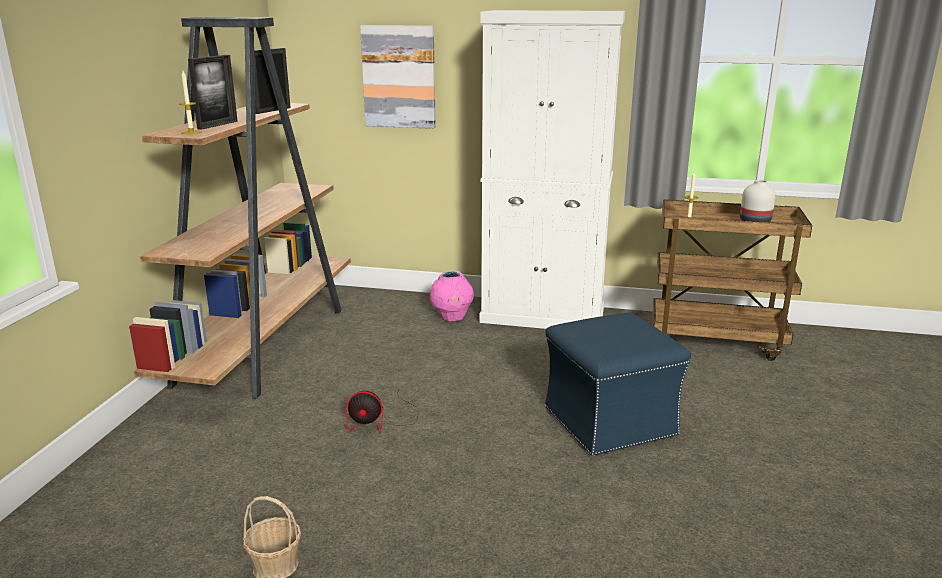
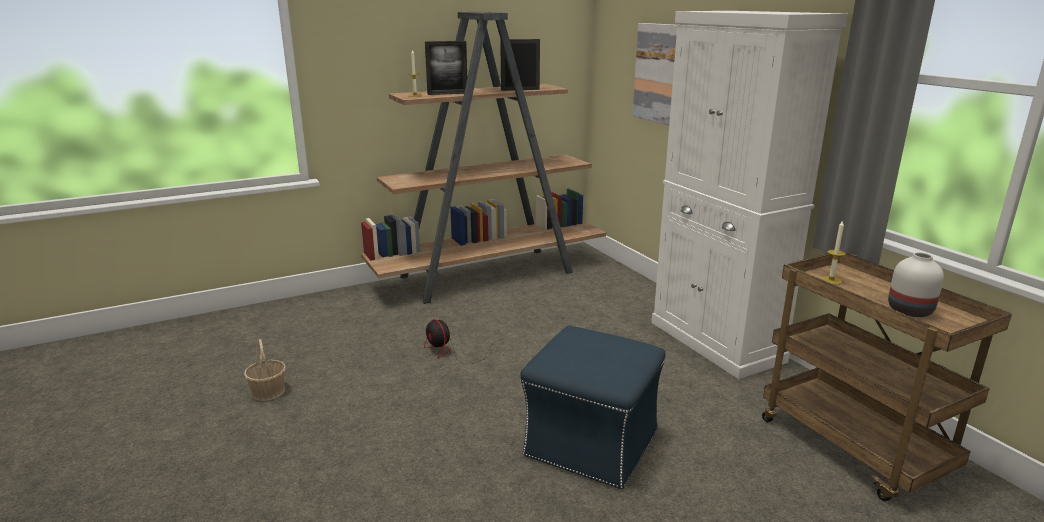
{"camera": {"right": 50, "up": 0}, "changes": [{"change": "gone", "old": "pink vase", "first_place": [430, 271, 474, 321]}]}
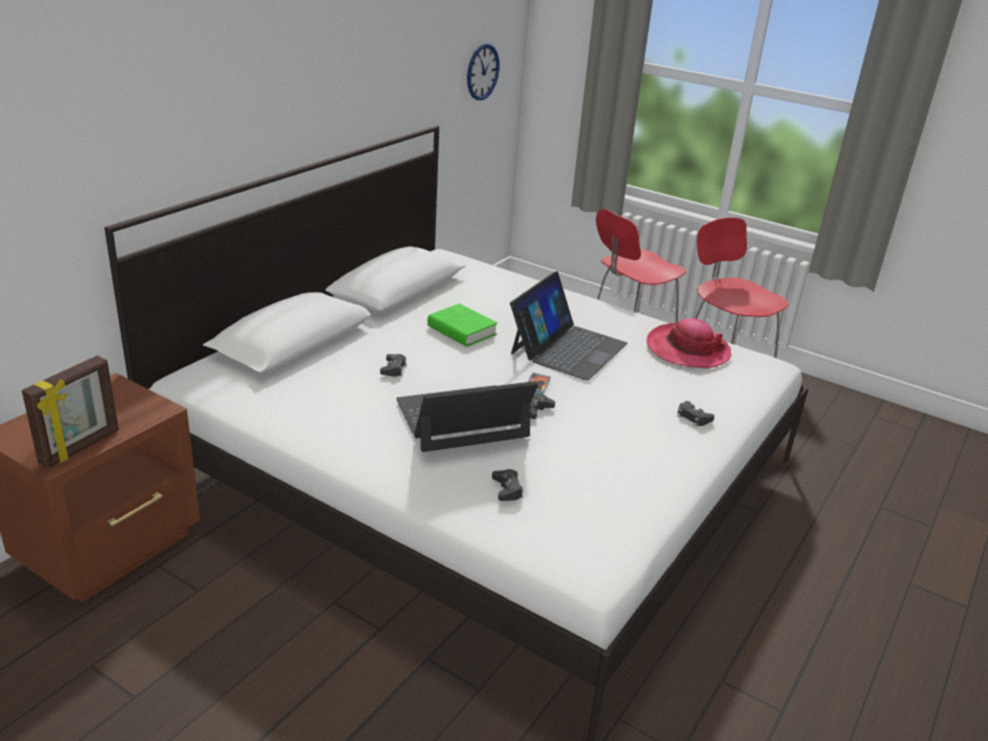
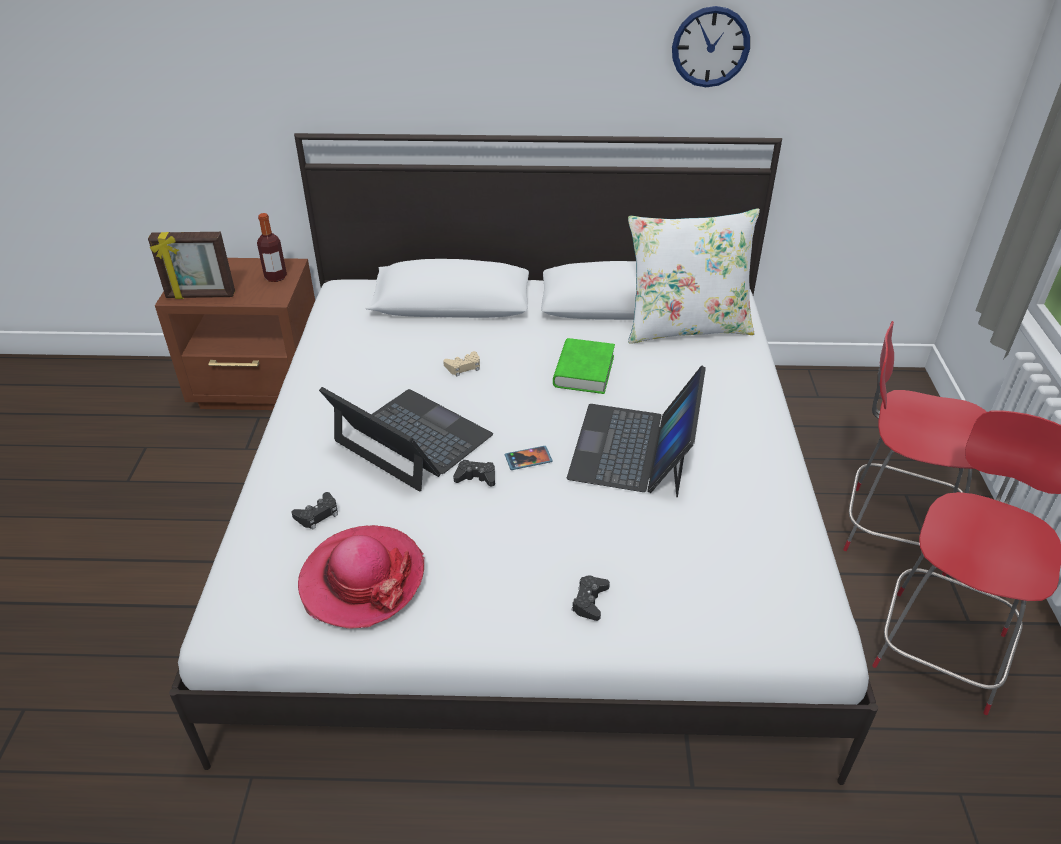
{"camera": {"right": 60, "up": 10}, "changes": [{"change": "repainted", "old": "black game controller", "new": "beige game controller", "first_place": [380, 354, 407, 377], "second_place": [443, 351, 480, 377]}, {"change": "shifted", "old": "wall clock", "first_place": [467, 44, 500, 100], "second_place": [672, 6, 750, 87]}, {"change": "rotated", "old": "laptop", "first_place": [510, 271, 627, 380], "second_place": [567, 366, 706, 498], "degrees": 105}, {"change": "shifted", "old": "hat", "first_place": [647, 318, 732, 369], "second_place": [298, 525, 424, 629]}, {"change": "new", "new": "bottle", "second_place": [257, 213, 287, 282]}, {"change": "new", "new": "white pillow", "second_place": [628, 208, 760, 344]}]}
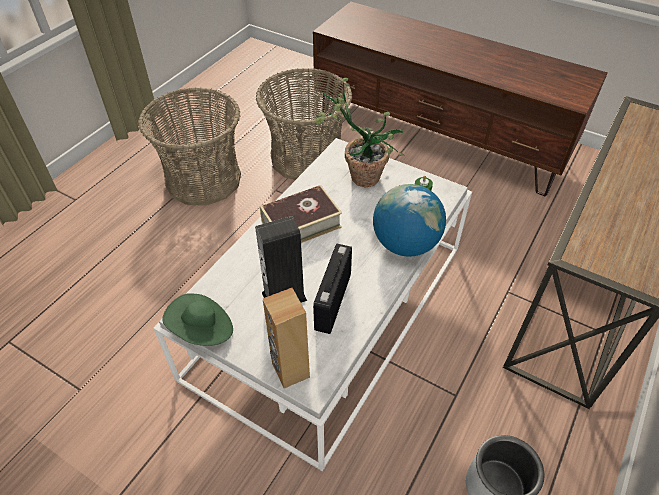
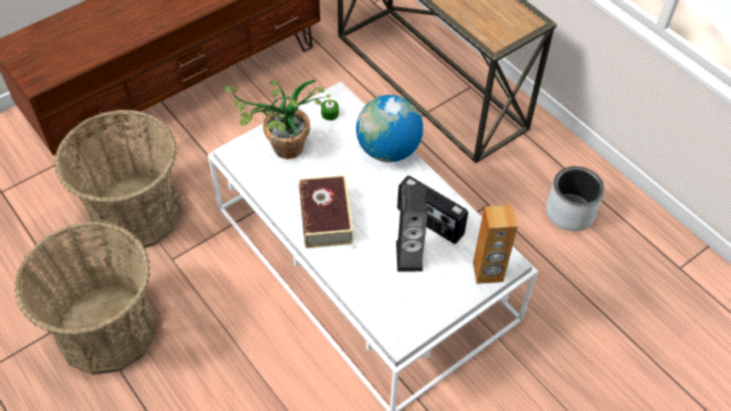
{"camera": {"right": -70, "up": 5}, "changes": [{"change": "gone", "old": "green hat", "first_place": [162, 293, 233, 346]}]}
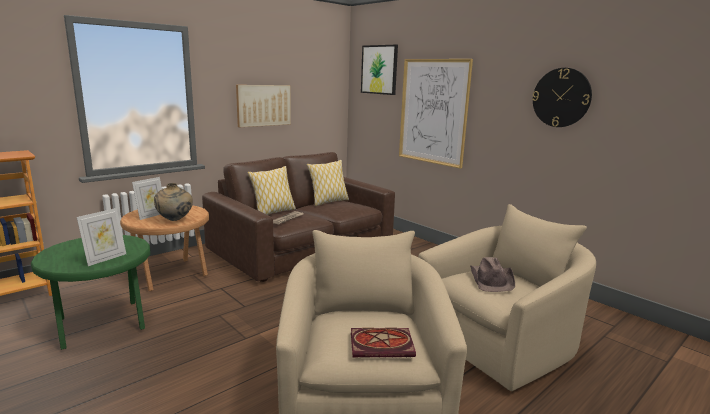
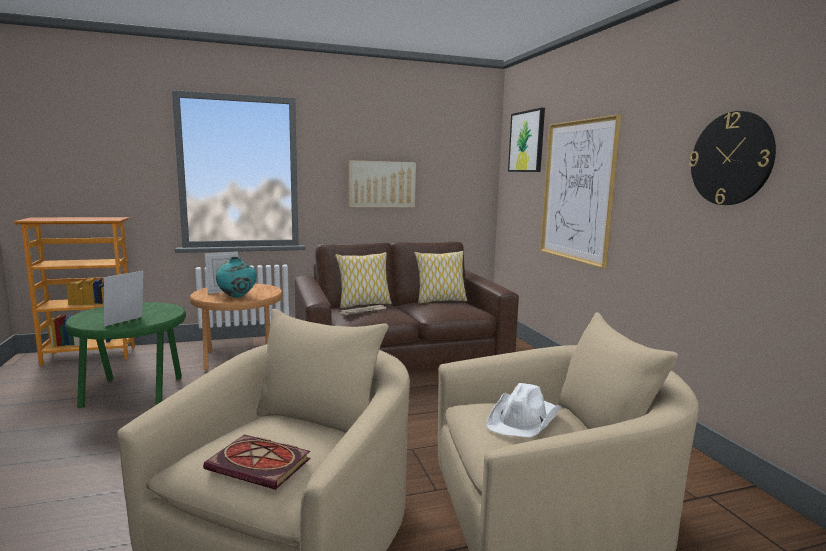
{"camera": {"right": 25, "up": -5}, "changes": [{"change": "rotated", "old": "picture frame", "first_place": [77, 208, 126, 266], "second_place": [104, 271, 143, 326], "degrees": 150}, {"change": "repainted", "old": "beige vase", "new": "turquoise vase", "first_place": [154, 183, 193, 221], "second_place": [216, 257, 257, 298]}, {"change": "repainted", "old": "brown hat", "new": "white hat", "first_place": [470, 257, 515, 292], "second_place": [486, 383, 562, 437]}]}
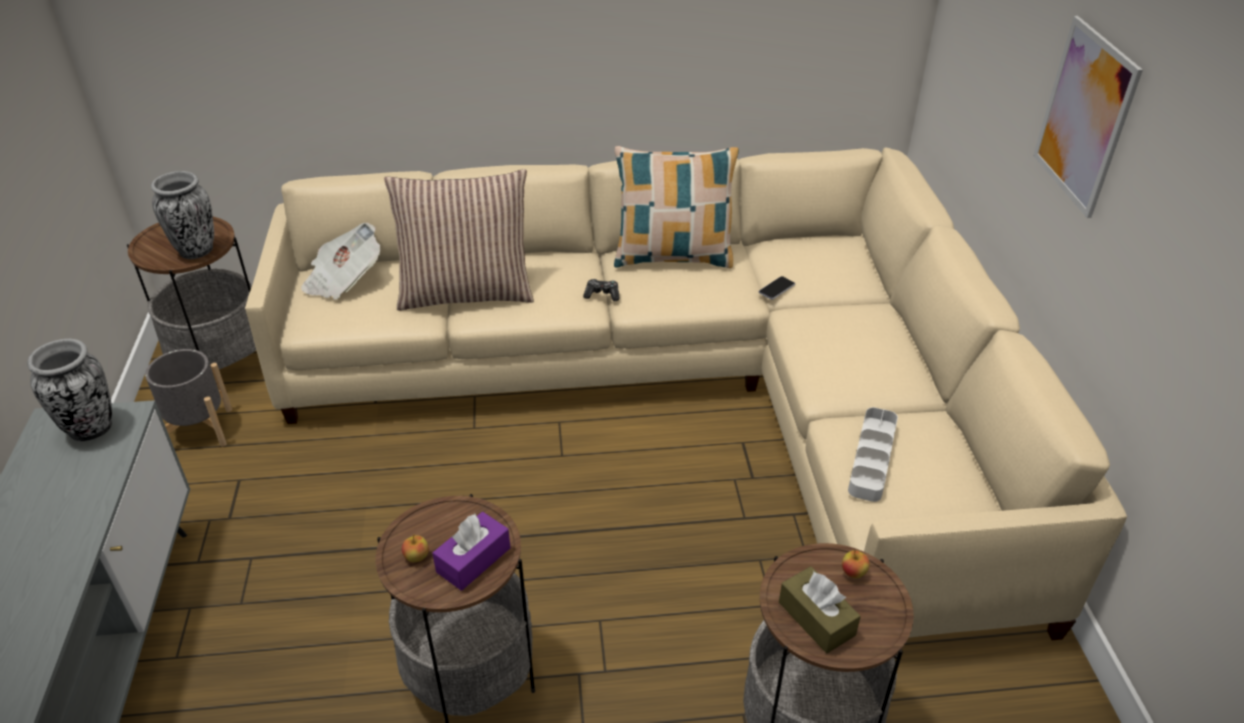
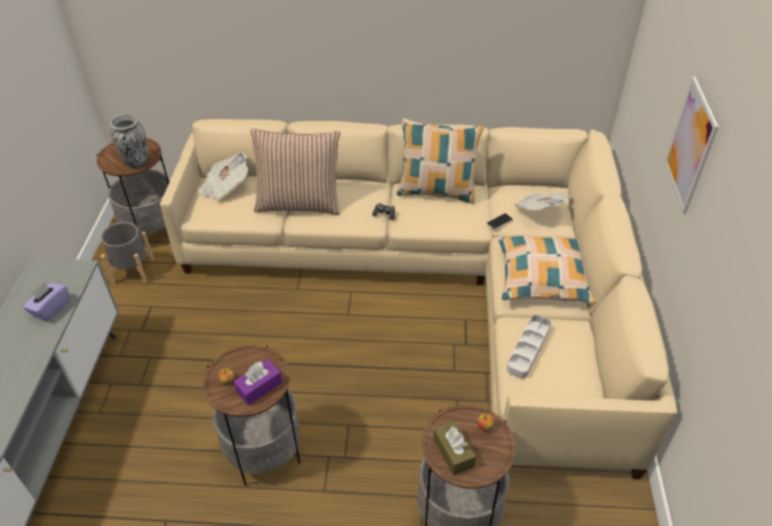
{"camera": {"right": 10, "up": 5}, "changes": [{"change": "gone", "old": "vase", "first_place": [27, 339, 112, 441]}, {"change": "new", "new": "purple tissue box", "second_place": [23, 282, 69, 321]}, {"change": "new", "new": "pillow", "second_place": [498, 236, 595, 304]}, {"change": "new", "new": "newspaper", "second_place": [513, 193, 571, 210]}]}
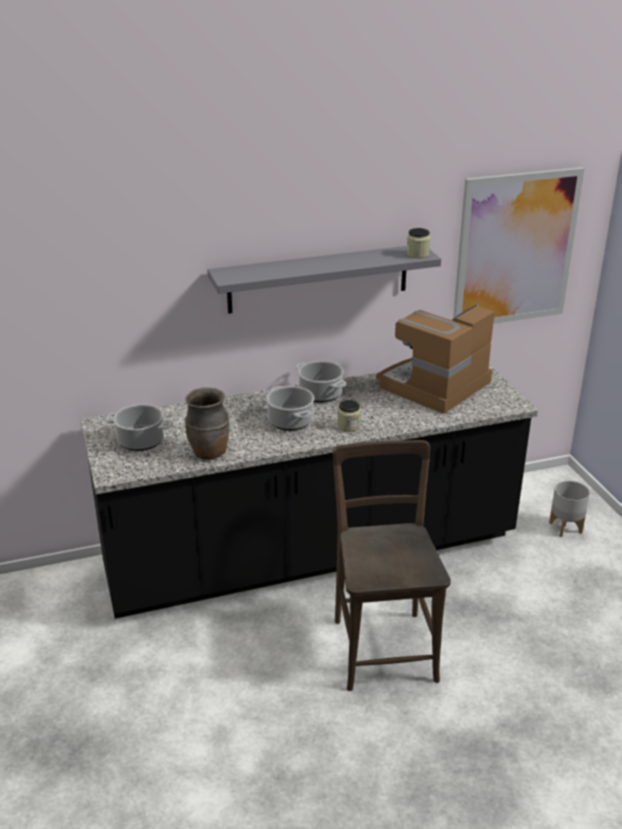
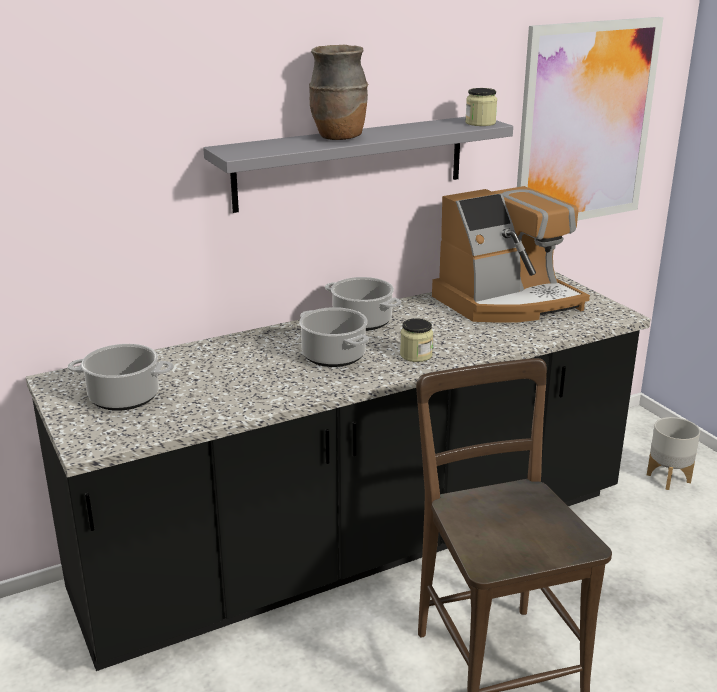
{"camera": {"right": -10, "up": -5}, "changes": [{"change": "shifted", "old": "brown vase", "first_place": [185, 387, 229, 460], "second_place": [309, 45, 368, 140]}, {"change": "rotated", "old": "coffee machine", "first_place": [376, 304, 495, 414], "second_place": [432, 186, 590, 323], "degrees": -150}]}
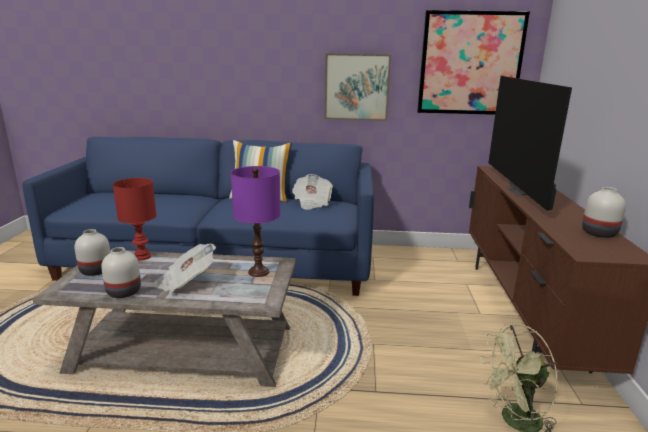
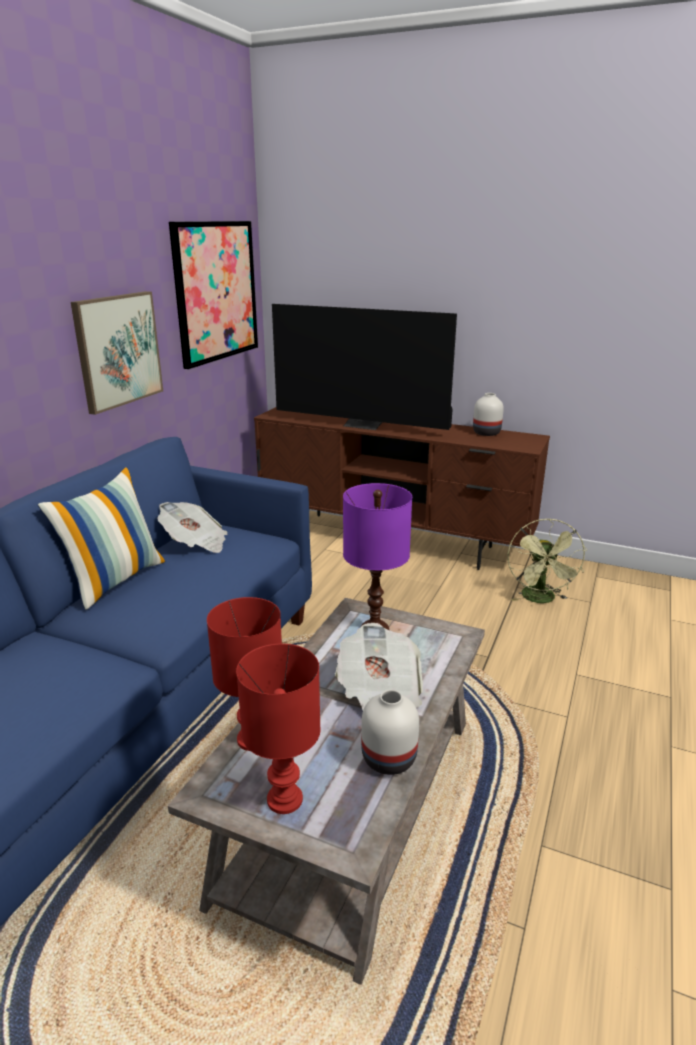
{"camera": {"right": -70, "up": 5}, "changes": [{"change": "swapped", "old": "white vase", "new": "red table lamp", "first_place": [74, 229, 111, 276], "second_place": [236, 644, 321, 814]}]}
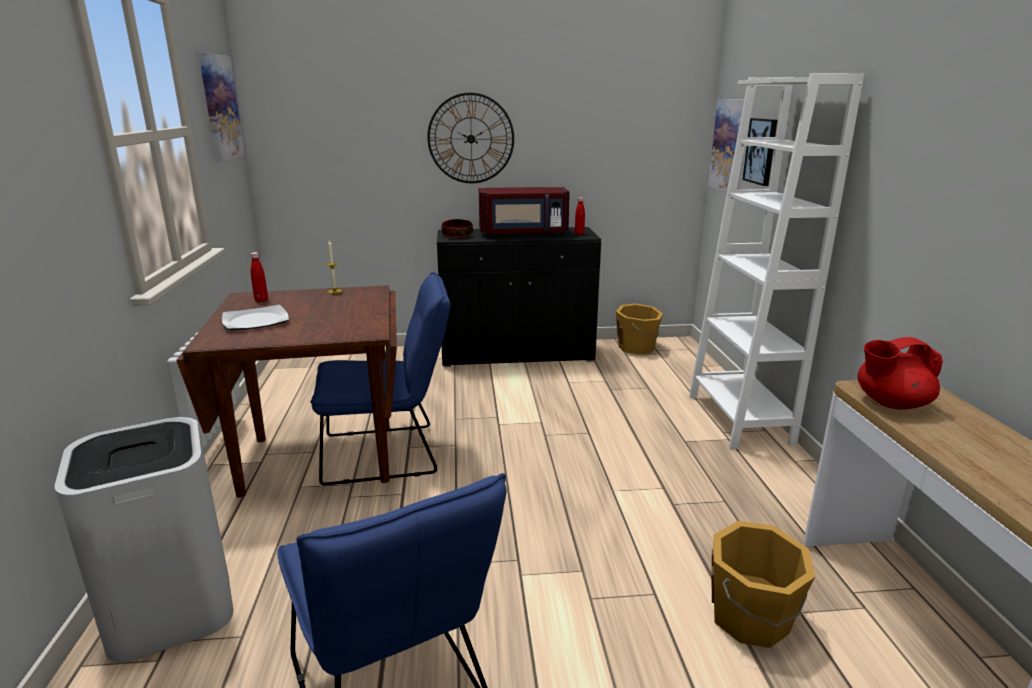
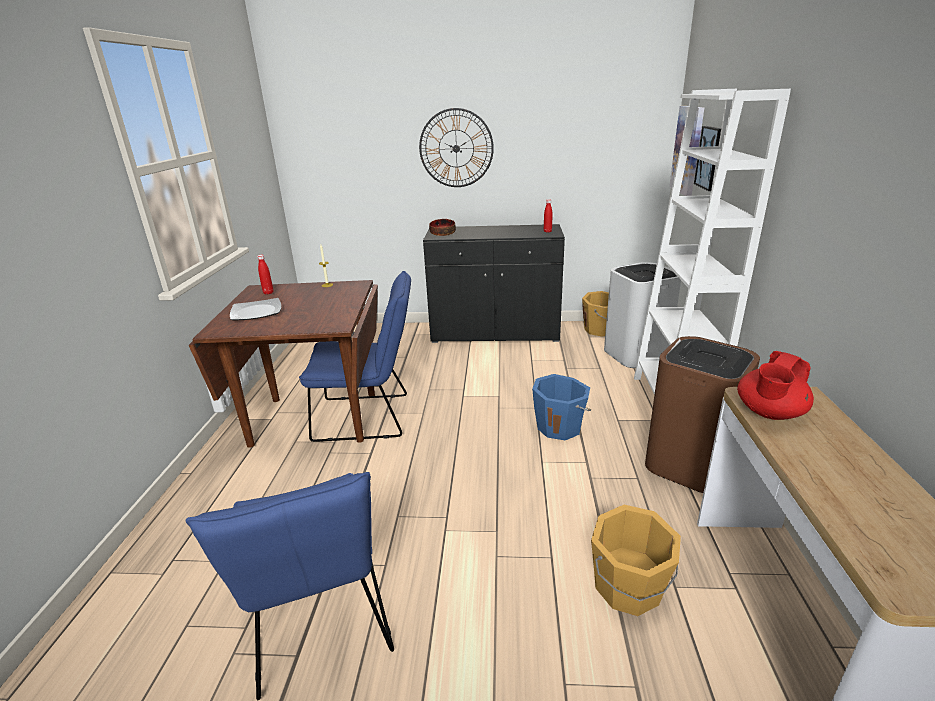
{"camera": {"right": 10, "up": 5}, "changes": [{"change": "shifted", "old": "white trash can", "first_place": [55, 417, 233, 662], "second_place": [604, 262, 681, 368]}, {"change": "gone", "old": "picture", "first_place": [198, 52, 245, 161]}, {"change": "gone", "old": "red microwave", "first_place": [479, 187, 570, 237]}, {"change": "rotated", "old": "red teapot", "first_place": [857, 337, 943, 410], "second_place": [737, 351, 814, 420], "degrees": -45}, {"change": "new", "new": "blue bucket", "second_place": [532, 374, 591, 440]}, {"change": "new", "new": "brown trash can", "second_place": [645, 336, 760, 493]}]}
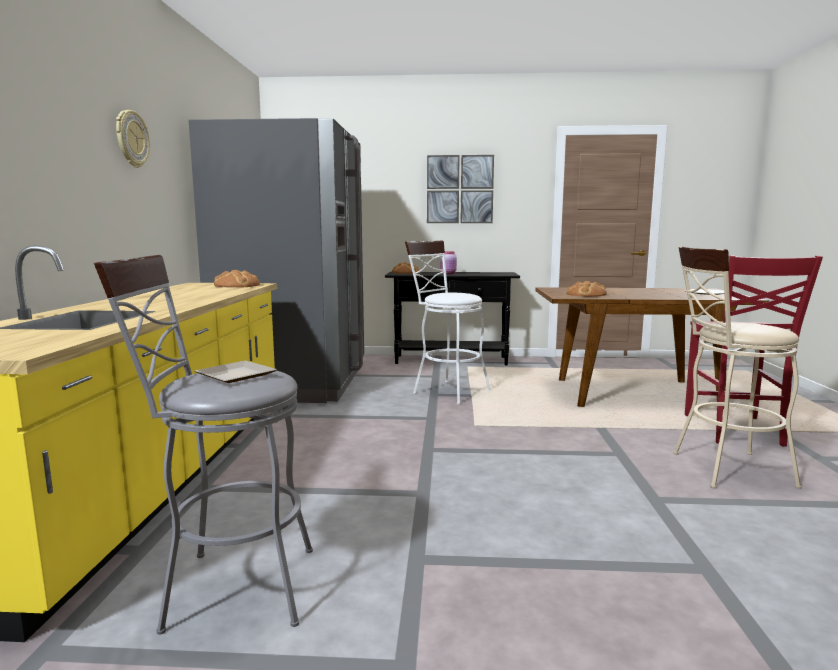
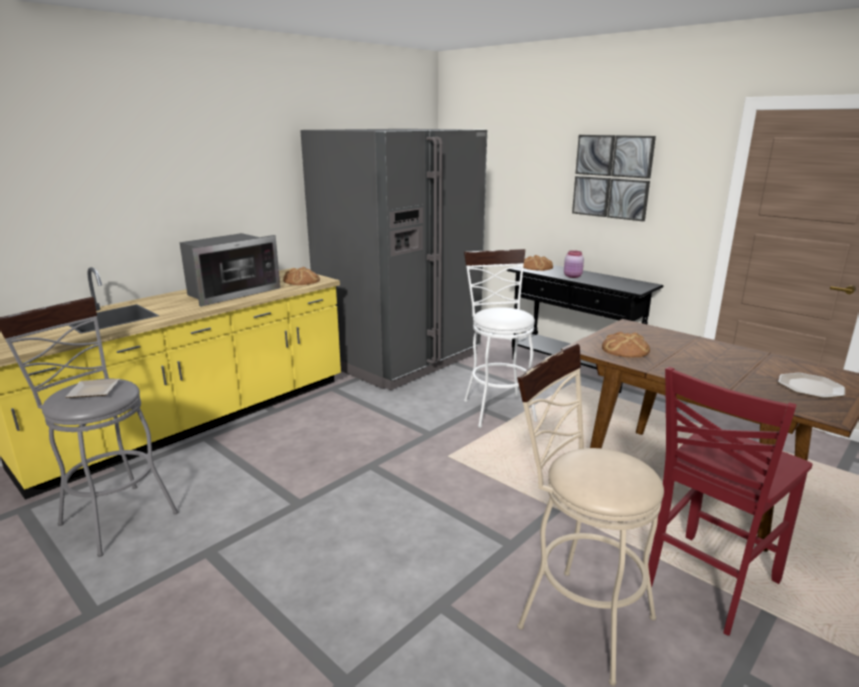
{"camera": {"right": 40, "up": 10}, "changes": [{"change": "gone", "old": "wall clock", "first_place": [116, 110, 150, 168]}, {"change": "new", "new": "microwave", "second_place": [179, 233, 280, 307]}]}
